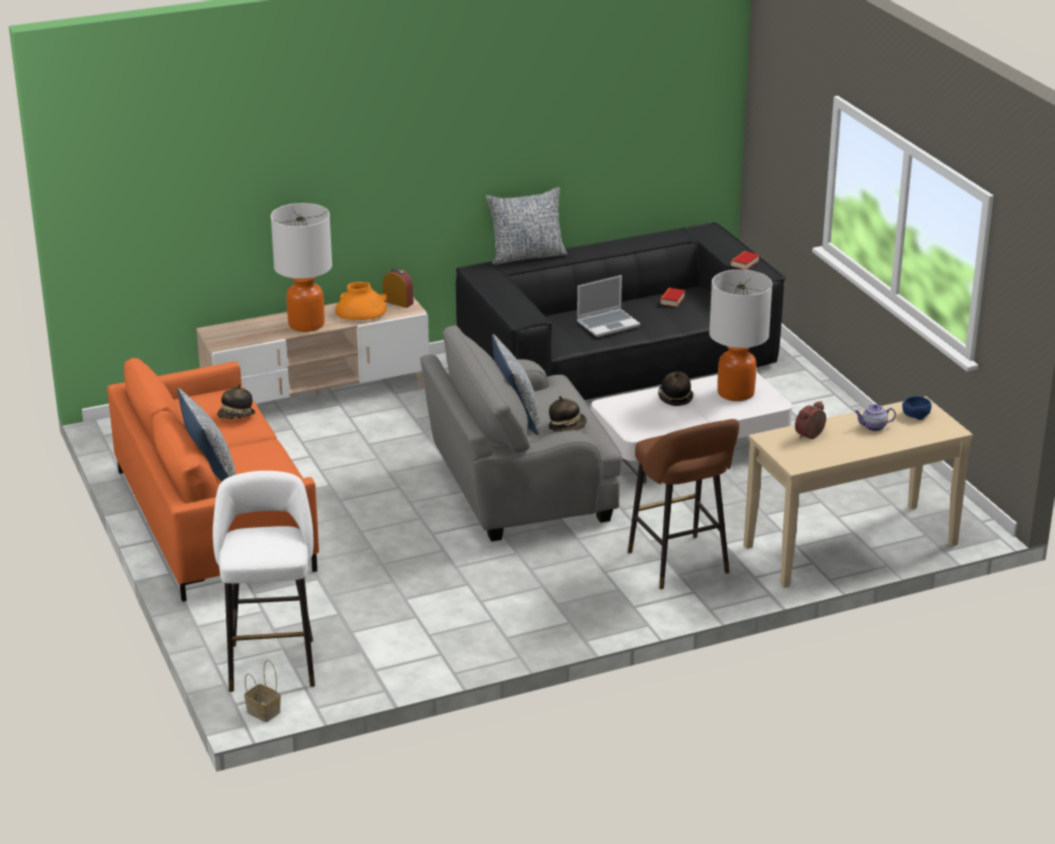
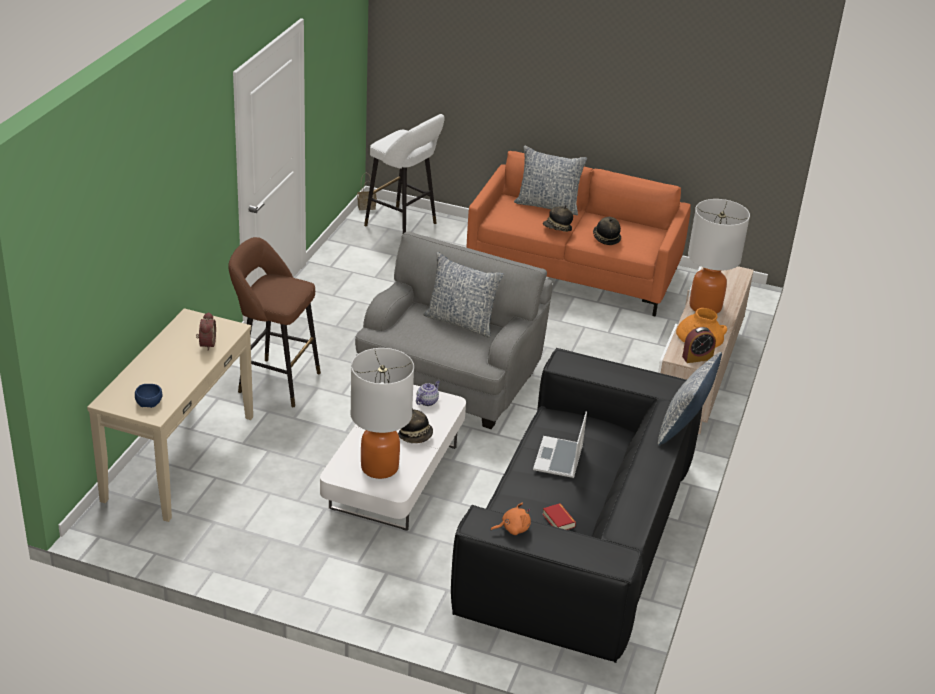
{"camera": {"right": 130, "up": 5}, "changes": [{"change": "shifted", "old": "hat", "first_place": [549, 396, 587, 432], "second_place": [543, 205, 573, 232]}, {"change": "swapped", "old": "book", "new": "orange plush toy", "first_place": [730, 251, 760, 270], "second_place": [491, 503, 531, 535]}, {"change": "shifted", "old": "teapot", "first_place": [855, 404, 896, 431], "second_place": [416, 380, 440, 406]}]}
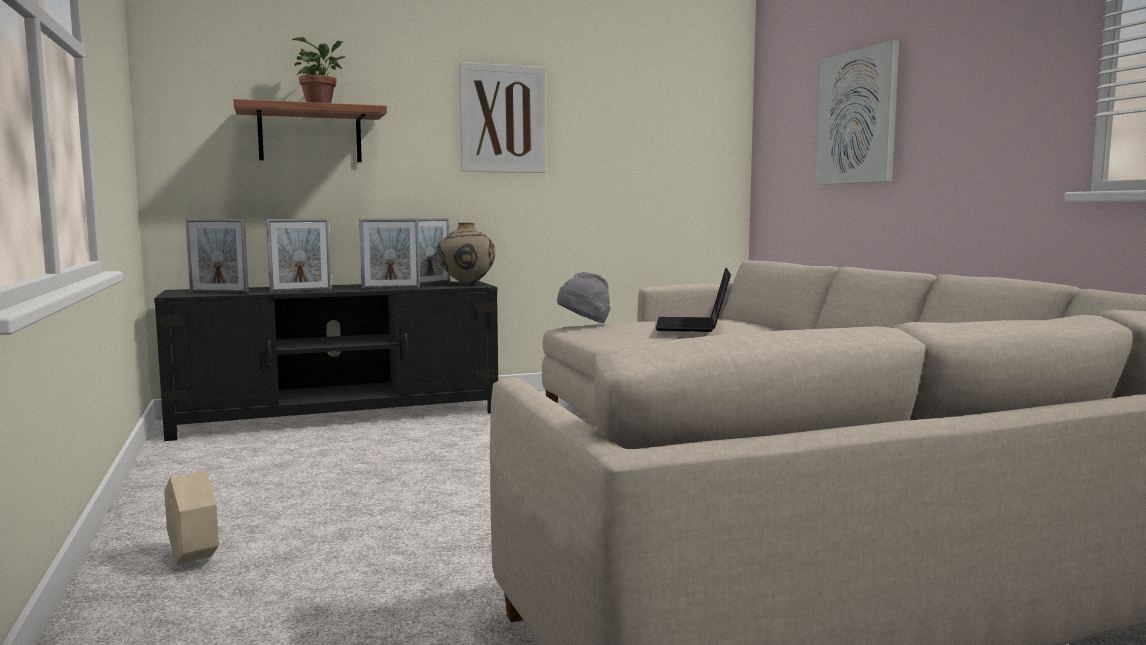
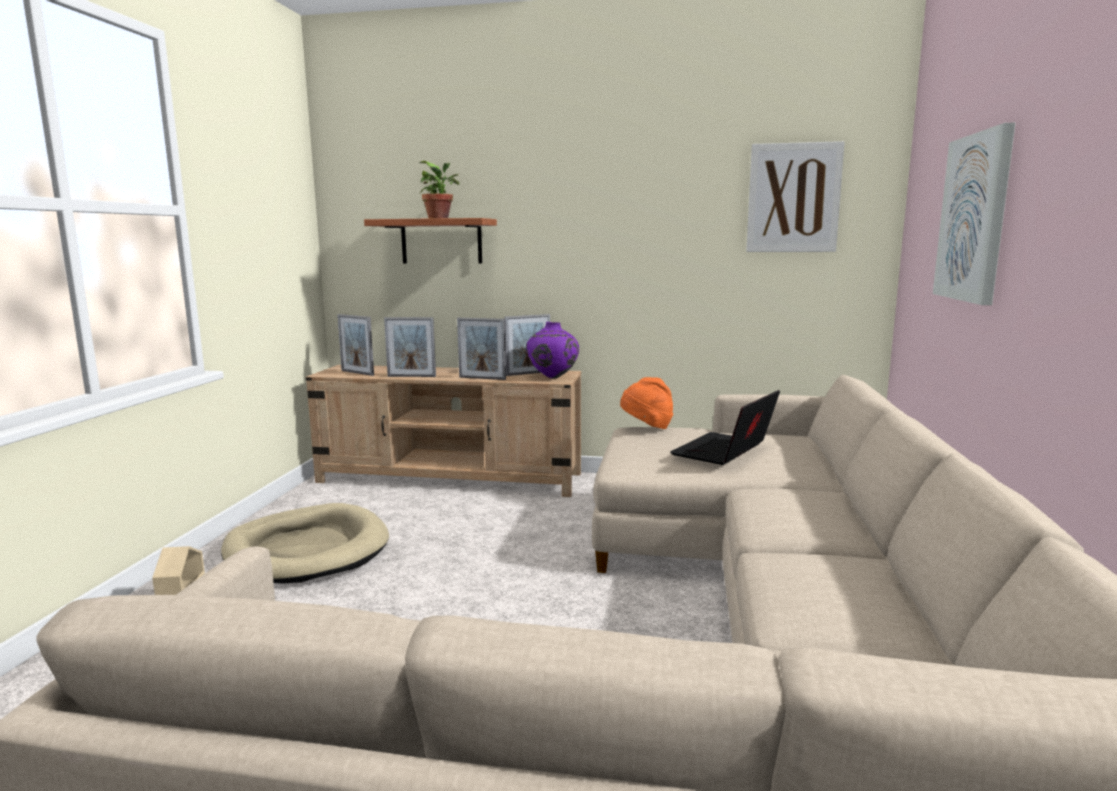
{"camera": {"right": 30, "up": 5}, "changes": [{"change": "repainted", "old": "black tv stand", "new": "beige tv stand", "first_place": [154, 281, 498, 441], "second_place": [306, 365, 581, 497]}, {"change": "repainted", "old": "beige vase", "new": "purple vase", "first_place": [436, 223, 496, 285], "second_place": [526, 322, 579, 379]}, {"change": "shifted", "old": "picture", "first_place": [459, 62, 545, 173], "second_place": [746, 141, 845, 252]}, {"change": "repainted", "old": "grey hat", "new": "orange hat", "first_place": [557, 272, 610, 323], "second_place": [620, 377, 673, 429]}, {"change": "new", "new": "beige dog bed", "second_place": [221, 503, 389, 584]}]}
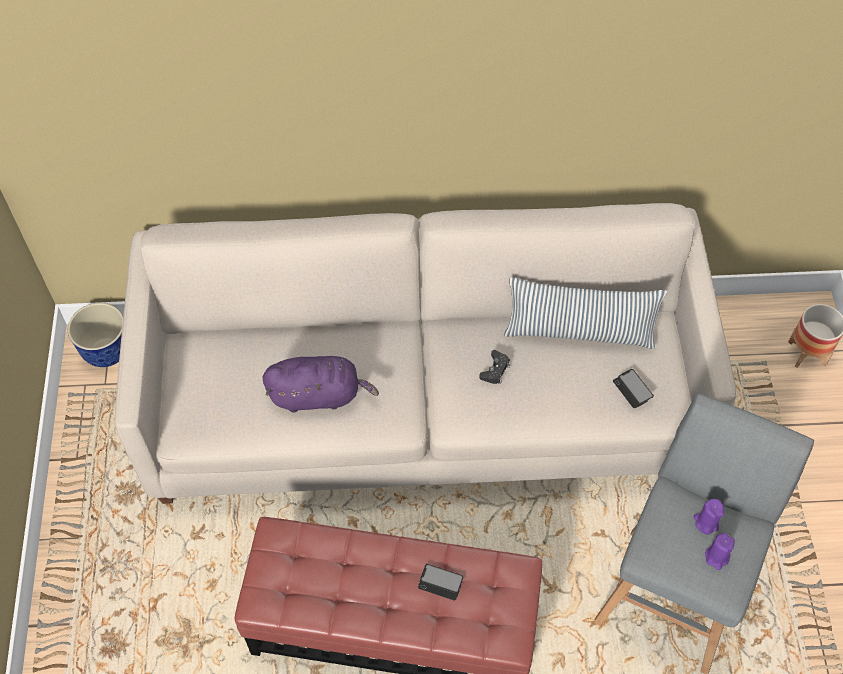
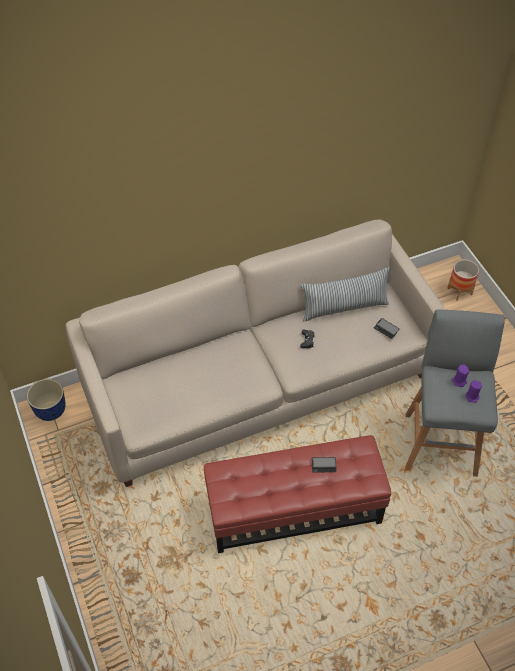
{"camera": {"right": -20, "up": -5}, "changes": [{"change": "gone", "old": "purple plush toy", "first_place": [263, 356, 379, 413]}]}
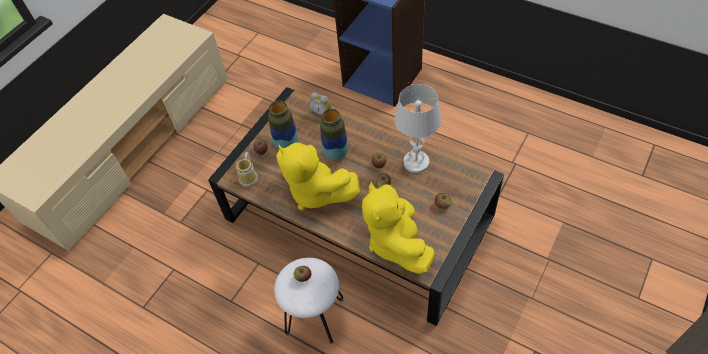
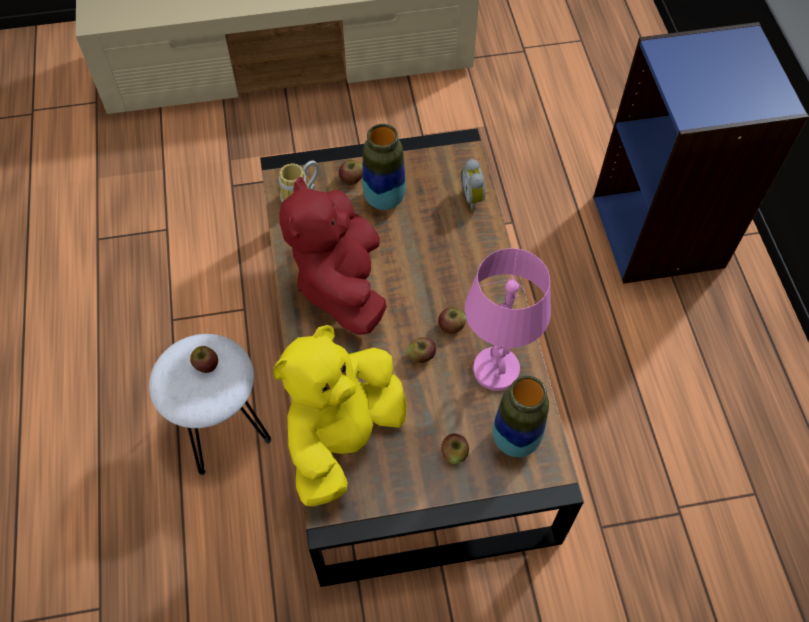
{"camera": {"right": 45, "up": 5}, "changes": [{"change": "repainted", "old": "yellow plush toy", "new": "red plush toy", "first_place": [277, 142, 360, 211], "second_place": [279, 177, 387, 335]}, {"change": "shifted", "old": "vase", "first_place": [320, 109, 348, 161], "second_place": [493, 376, 549, 457]}, {"change": "repainted", "old": "white table lamp", "new": "pink table lamp", "first_place": [394, 84, 441, 173], "second_place": [465, 248, 551, 391]}]}
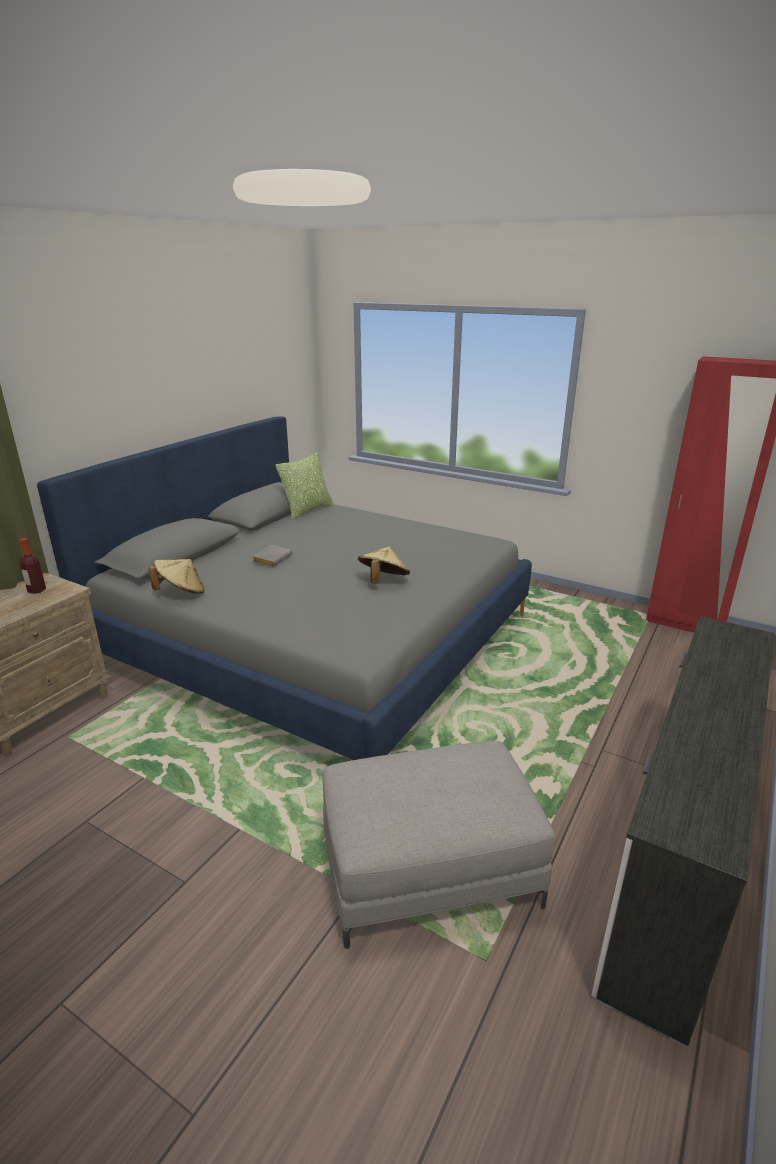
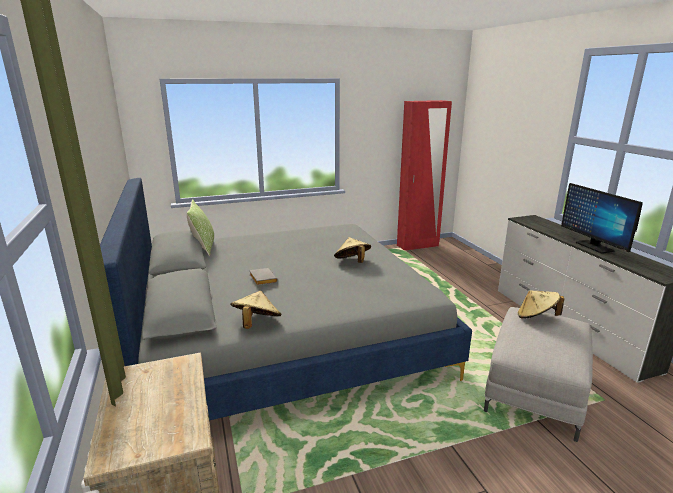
{"camera": {"right": -50, "up": -5}, "changes": [{"change": "gone", "old": "bottle", "first_place": [19, 538, 46, 594]}, {"change": "new", "new": "beige hat", "second_place": [518, 290, 564, 319]}, {"change": "new", "new": "monitor", "second_place": [561, 183, 643, 254]}]}
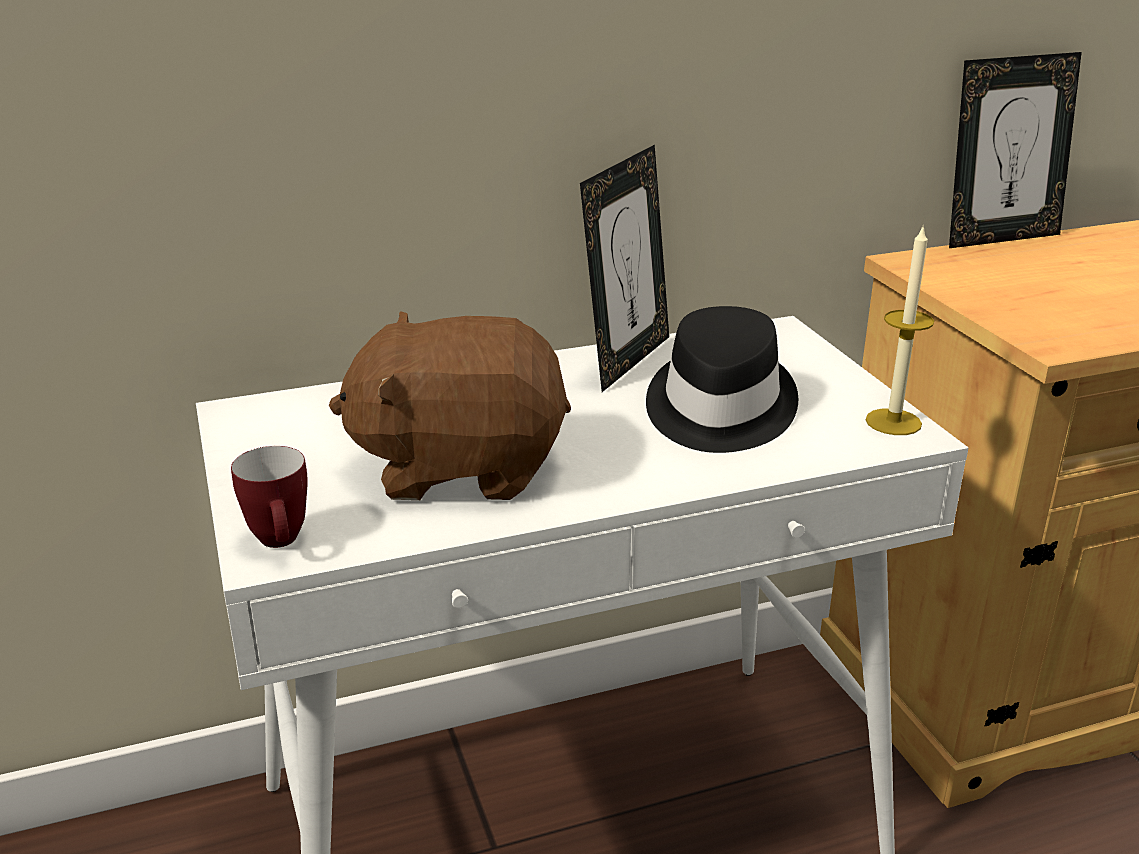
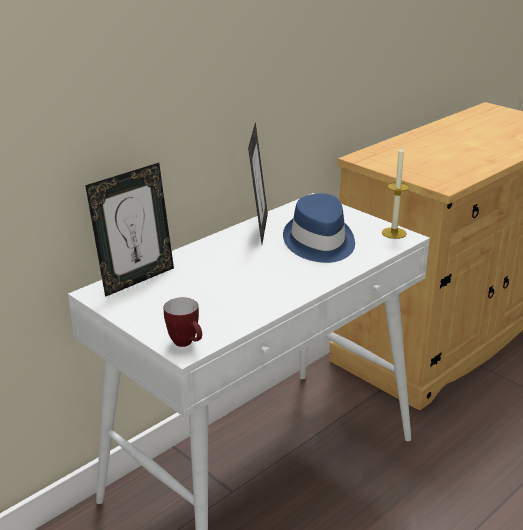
{"camera": {"right": -25, "up": 0}, "changes": [{"change": "gone", "old": "brown plush toy", "first_place": [329, 311, 571, 500]}, {"change": "repainted", "old": "black hat", "new": "blue hat", "first_place": [646, 306, 798, 453], "second_place": [283, 193, 355, 263]}, {"change": "shifted", "old": "picture frame", "first_place": [949, 52, 1082, 248], "second_place": [85, 163, 174, 297]}]}
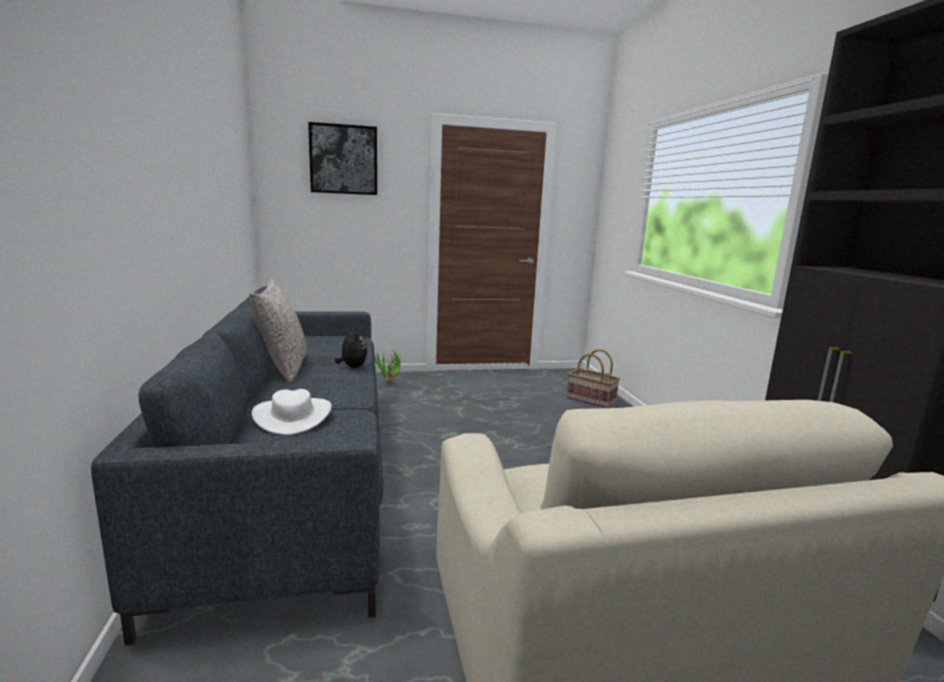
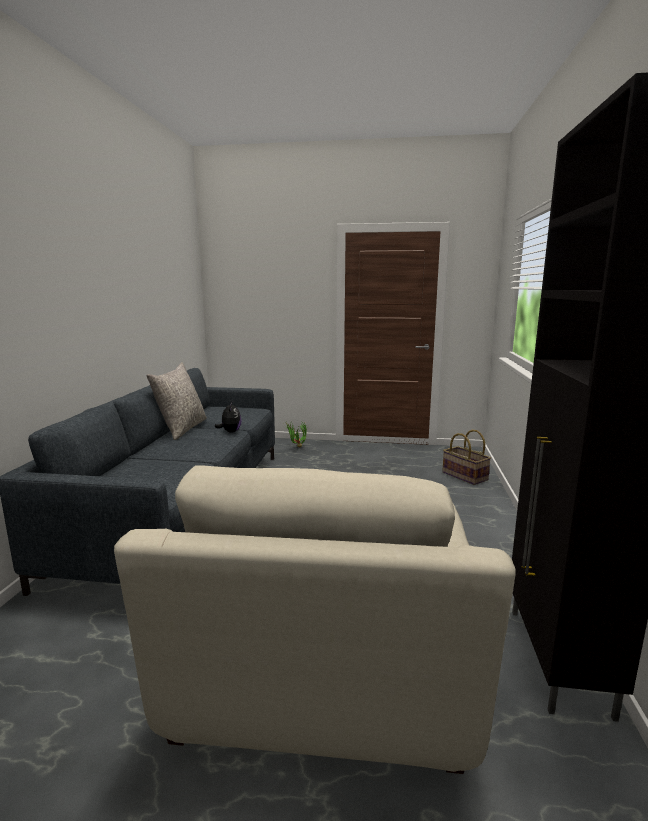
{"camera": {"right": 20, "up": 0}, "changes": [{"change": "gone", "old": "white hat", "first_place": [252, 389, 331, 435]}, {"change": "gone", "old": "picture", "first_place": [308, 122, 377, 195]}]}
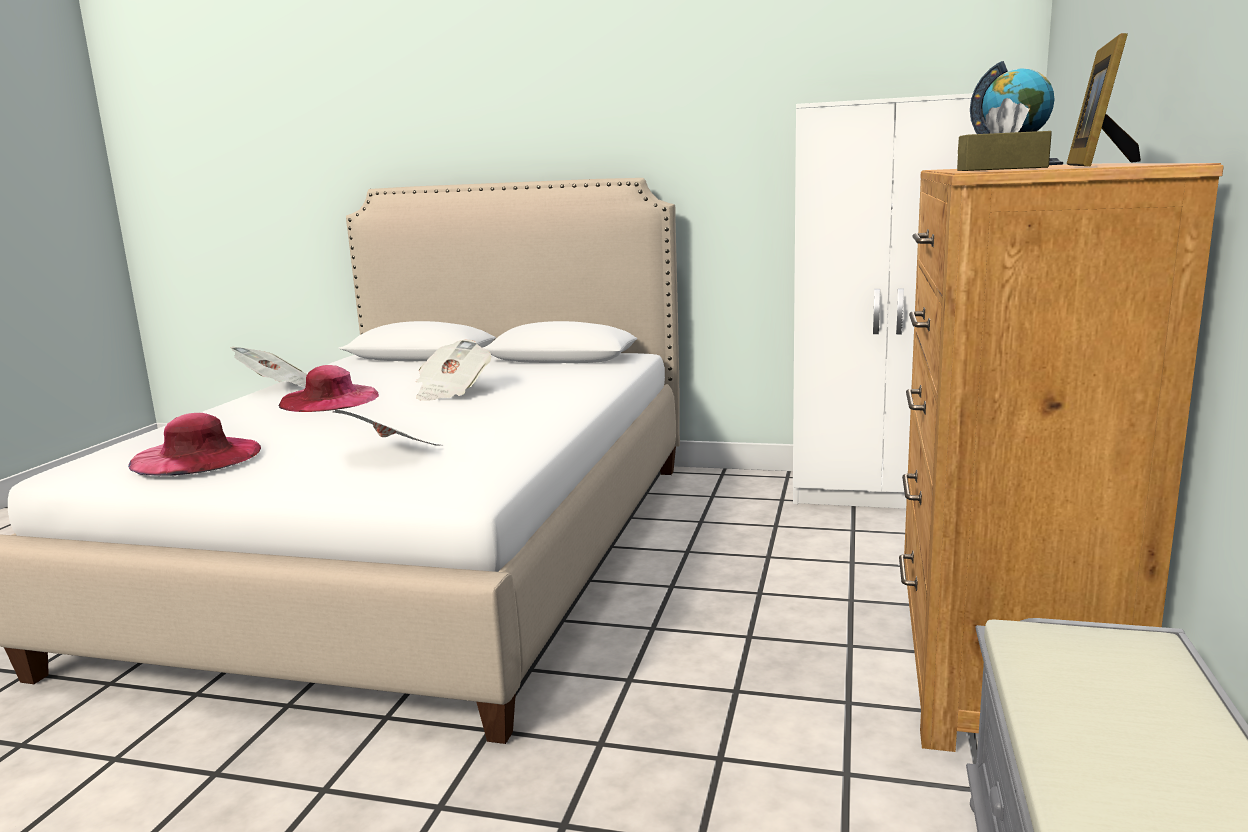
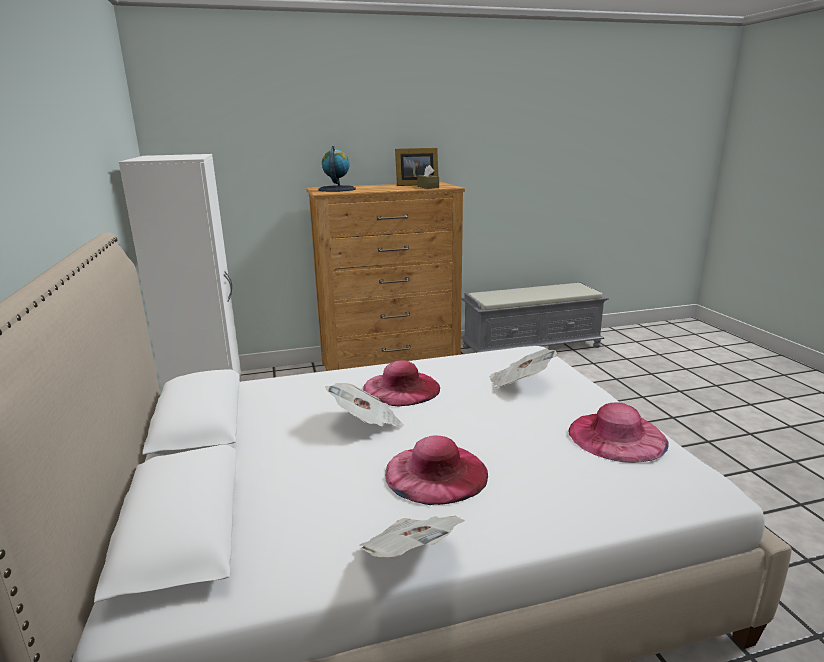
{"camera": {"right": -120, "up": 5}, "changes": [{"change": "new", "new": "pink hat", "second_place": [363, 360, 440, 407]}]}
